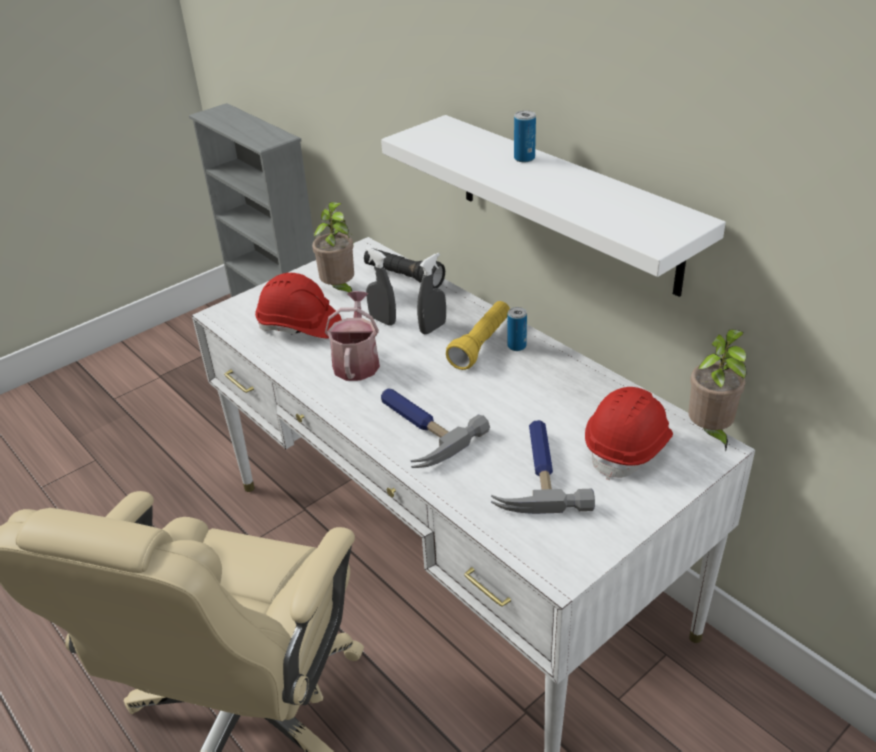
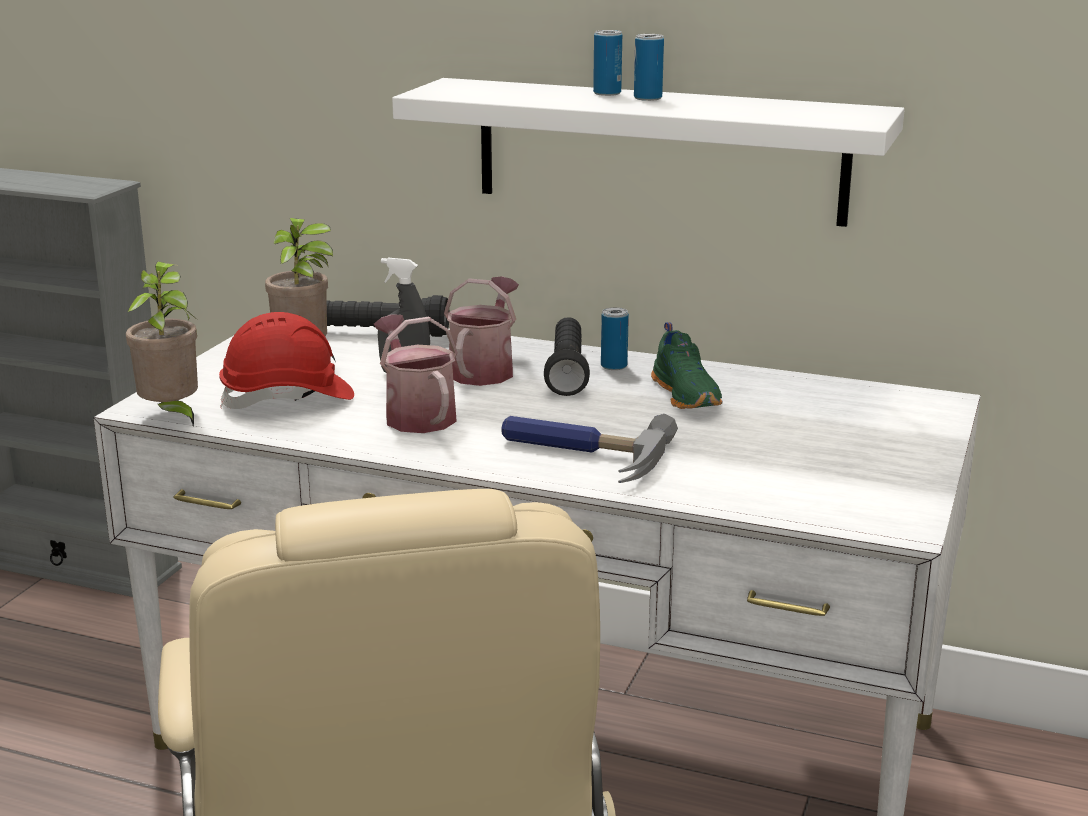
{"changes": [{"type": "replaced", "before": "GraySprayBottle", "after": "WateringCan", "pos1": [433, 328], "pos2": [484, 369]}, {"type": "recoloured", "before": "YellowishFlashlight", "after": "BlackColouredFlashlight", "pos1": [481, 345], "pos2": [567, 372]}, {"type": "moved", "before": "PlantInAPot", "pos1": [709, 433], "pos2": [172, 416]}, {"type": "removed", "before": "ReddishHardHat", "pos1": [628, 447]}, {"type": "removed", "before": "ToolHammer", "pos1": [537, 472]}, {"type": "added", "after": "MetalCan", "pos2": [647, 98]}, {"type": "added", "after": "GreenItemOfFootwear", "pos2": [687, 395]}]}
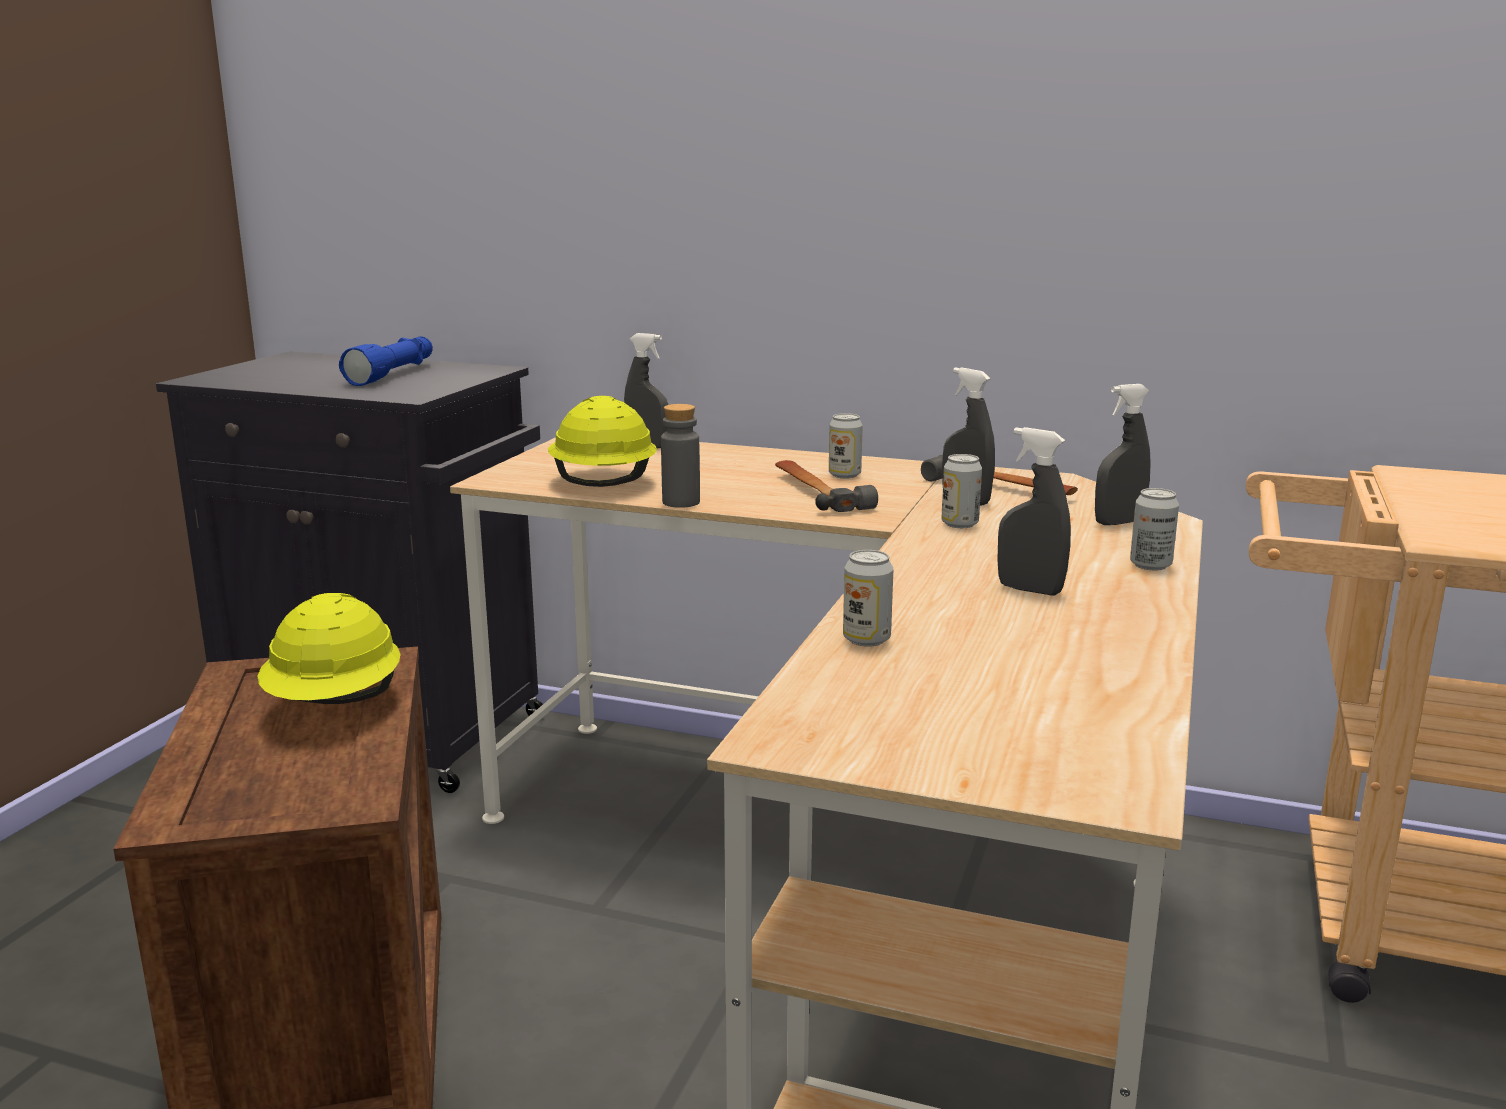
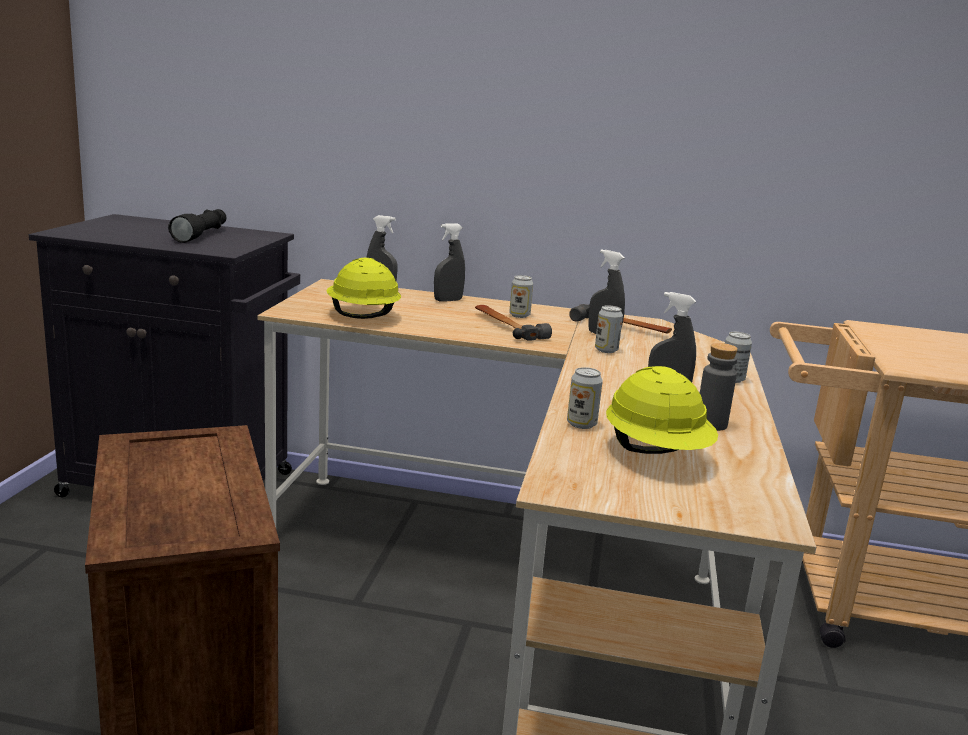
{"changes": [{"type": "recoloured", "before": "BluishFlashlight", "after": "BlackColouredFlashlight", "pos1": [393, 374], "pos2": [202, 235]}, {"type": "moved", "before": "GraySprayBottle", "pos1": [1118, 522], "pos2": [448, 300]}, {"type": "moved", "before": "GrayDrinkBottle", "pos1": [681, 502], "pos2": [711, 424]}, {"type": "moved", "before": "YellowishHardHat", "pos1": [336, 704], "pos2": [657, 454]}]}
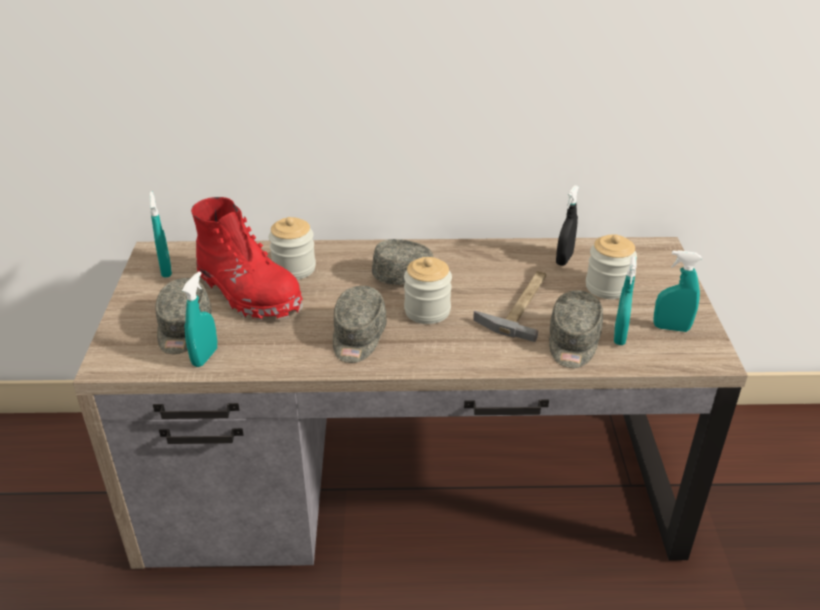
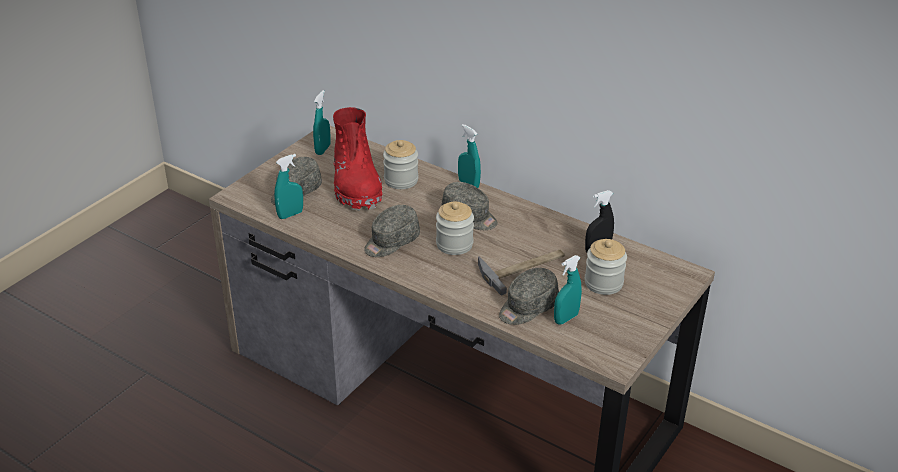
{"changes": [{"type": "moved", "before": "BlueGreenSprayBottle", "pos1": [671, 328], "pos2": [468, 184]}]}
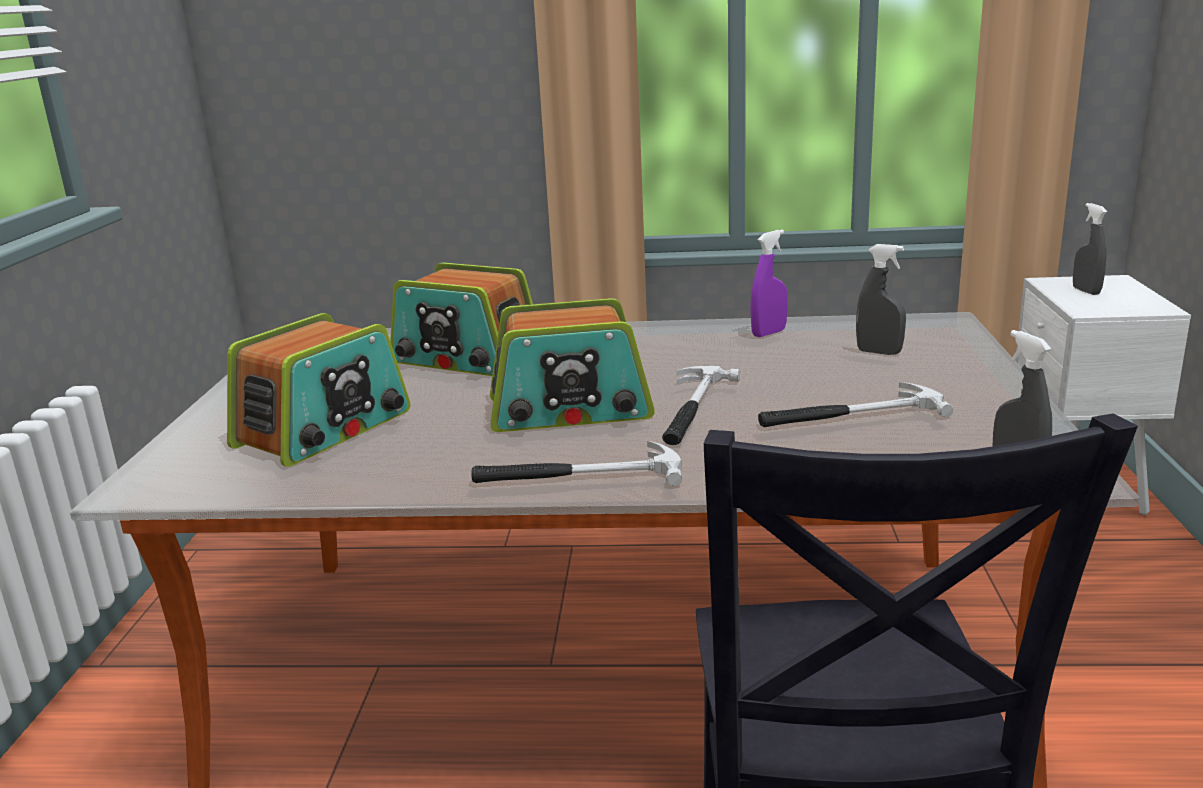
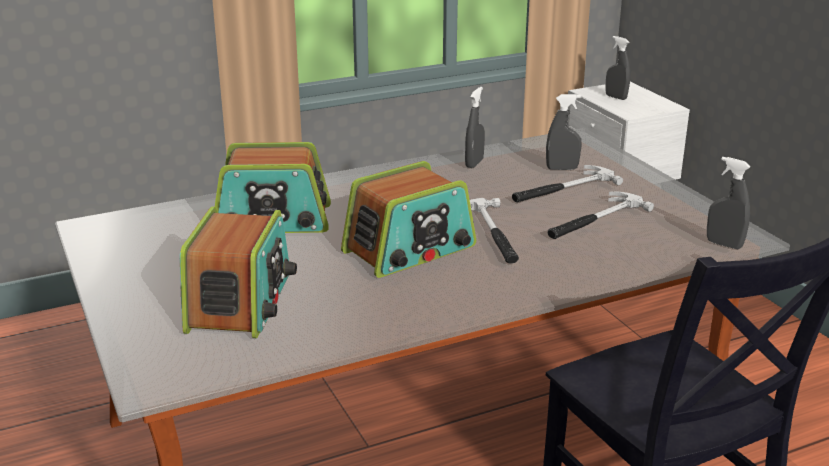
{"changes": [{"type": "recoloured", "before": "PurpleSprayBottle", "after": "GraySprayBottle", "pos1": [769, 333], "pos2": [474, 163]}, {"type": "moved", "before": "ToolHammer", "pos1": [577, 476], "pos2": [563, 189]}]}
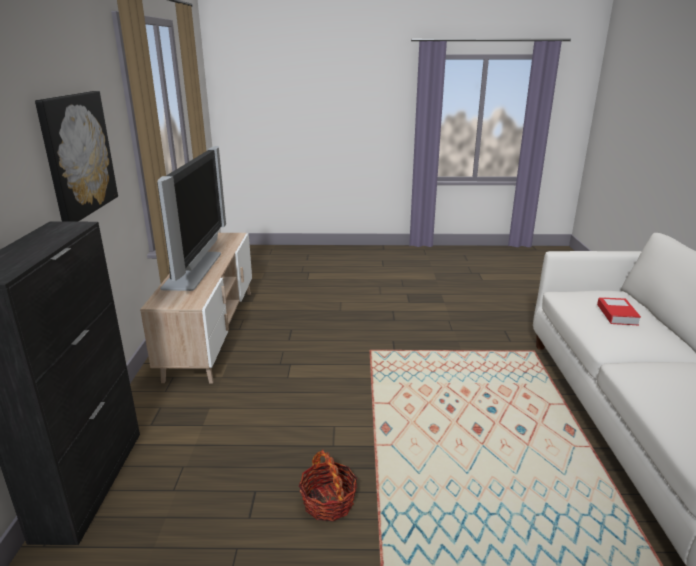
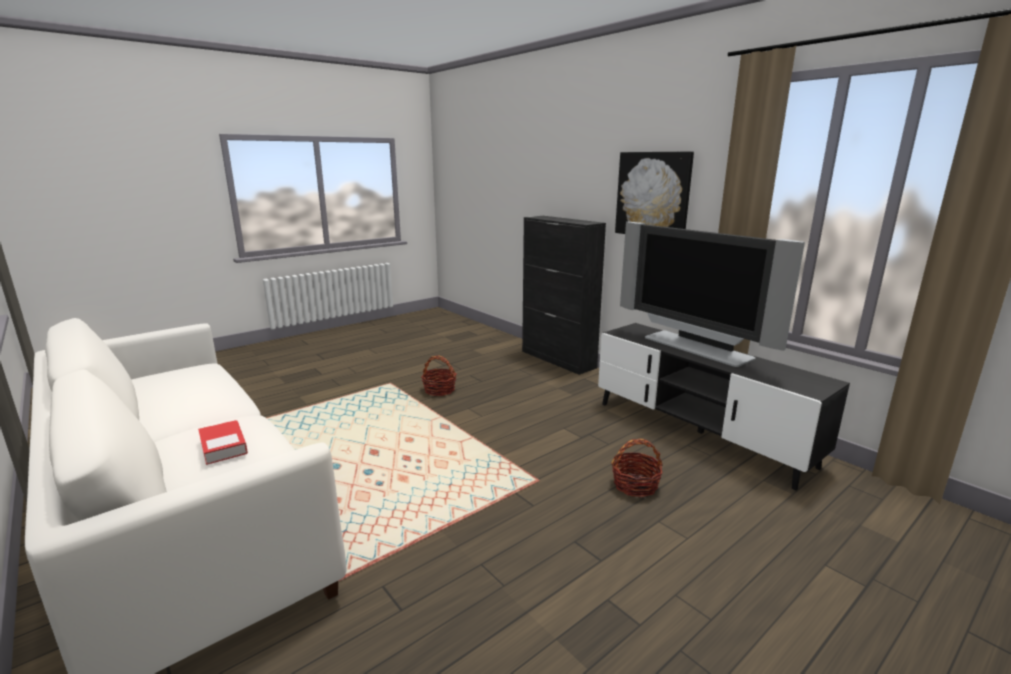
{"changes": [{"type": "recoloured", "before": "SandColouredTvStand", "after": "BlackColouredTvStand", "pos1": [212, 331], "pos2": [699, 433]}, {"type": "added", "after": "Basket", "pos2": [635, 485]}]}
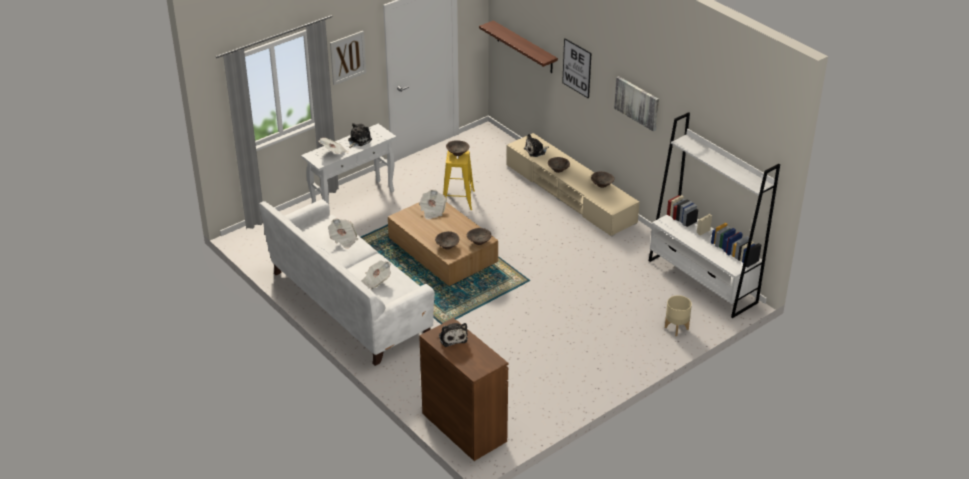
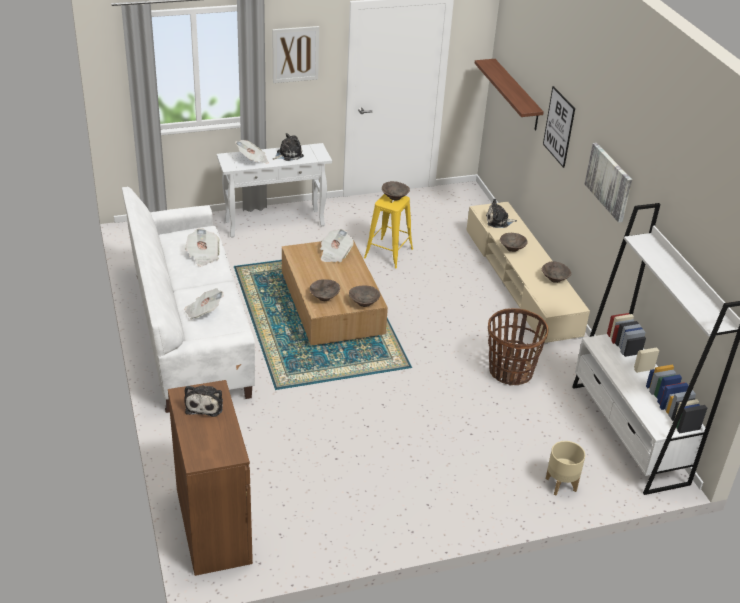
{"changes": [{"type": "added", "after": "Basket", "pos2": [510, 371]}]}
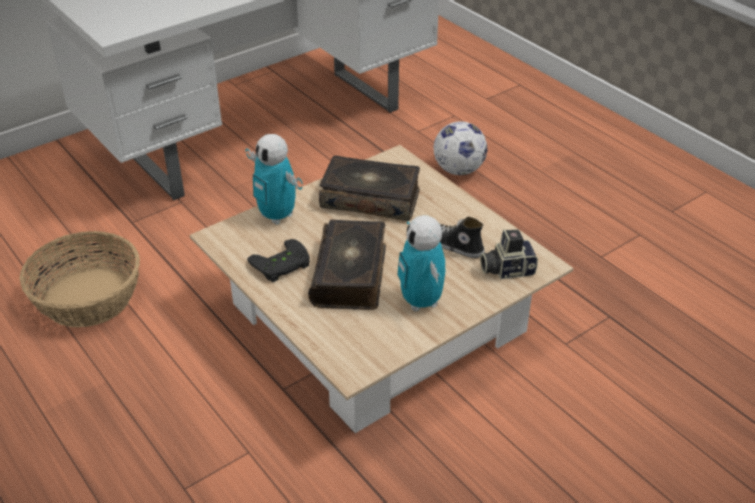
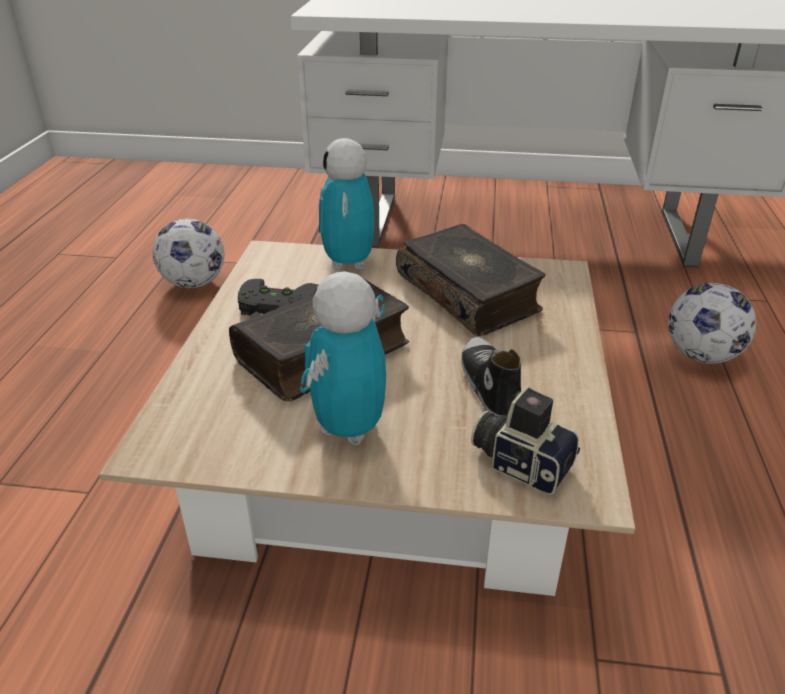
{"changes": [{"type": "replaced", "before": "Basket", "after": "BallForFootball", "pos1": [89, 298], "pos2": [194, 283]}]}
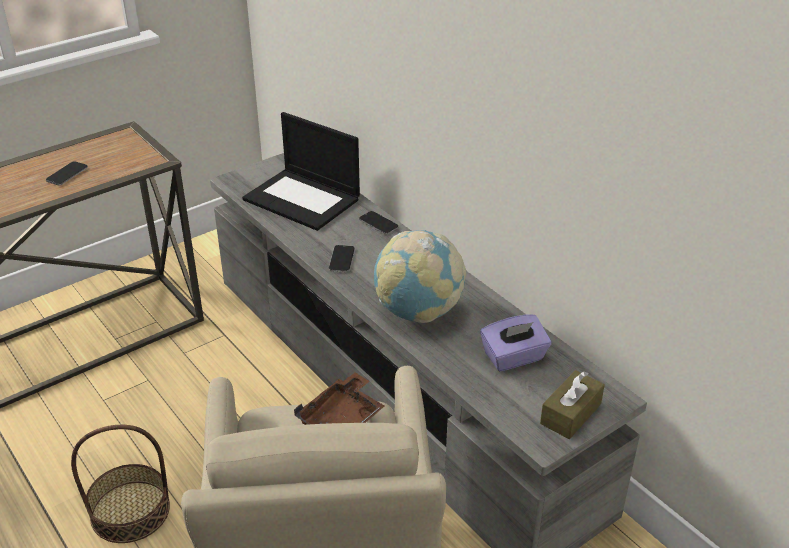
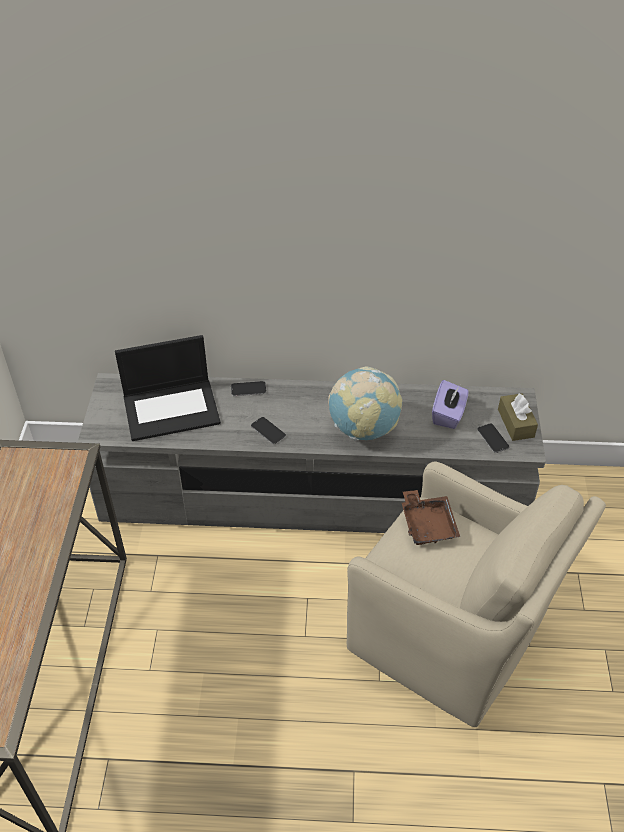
{"changes": [{"type": "moved", "before": "Handset", "pos1": [67, 174], "pos2": [493, 439]}, {"type": "removed", "before": "Basket", "pos1": [130, 511]}]}
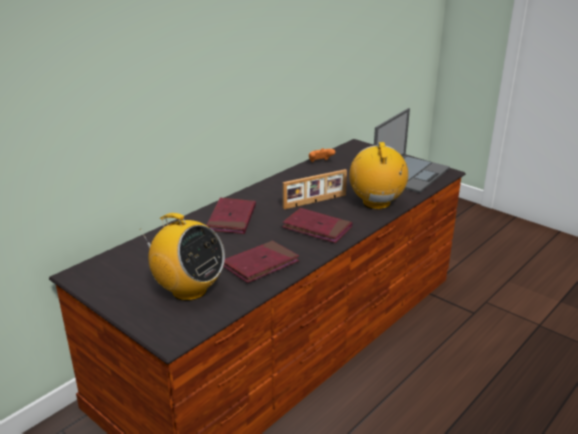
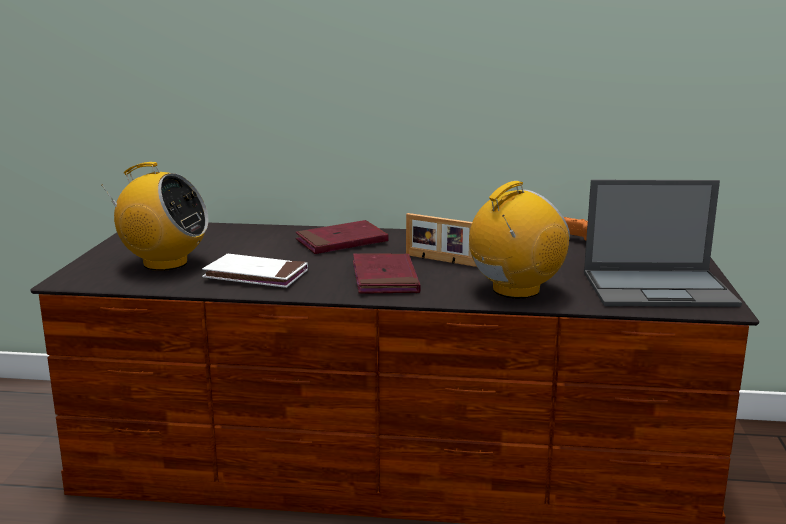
{"changes": [{"type": "turned", "before": "RadioReceiver", "pos1": [188, 290], "pos2": [164, 263], "turn": -75}, {"type": "recoloured", "before": "ReddishBoundBook", "after": "WhitishBoundBook", "pos1": [260, 264], "pos2": [256, 275]}]}
